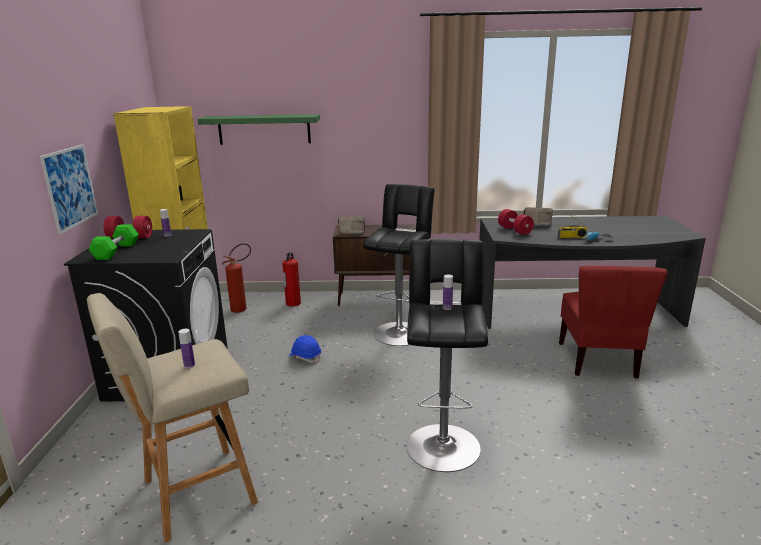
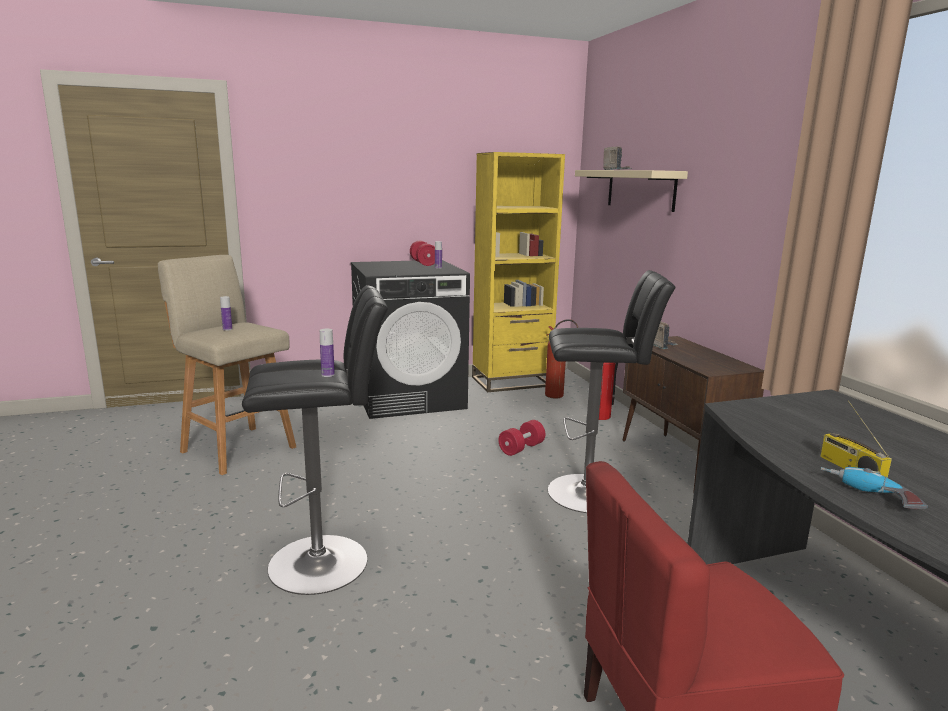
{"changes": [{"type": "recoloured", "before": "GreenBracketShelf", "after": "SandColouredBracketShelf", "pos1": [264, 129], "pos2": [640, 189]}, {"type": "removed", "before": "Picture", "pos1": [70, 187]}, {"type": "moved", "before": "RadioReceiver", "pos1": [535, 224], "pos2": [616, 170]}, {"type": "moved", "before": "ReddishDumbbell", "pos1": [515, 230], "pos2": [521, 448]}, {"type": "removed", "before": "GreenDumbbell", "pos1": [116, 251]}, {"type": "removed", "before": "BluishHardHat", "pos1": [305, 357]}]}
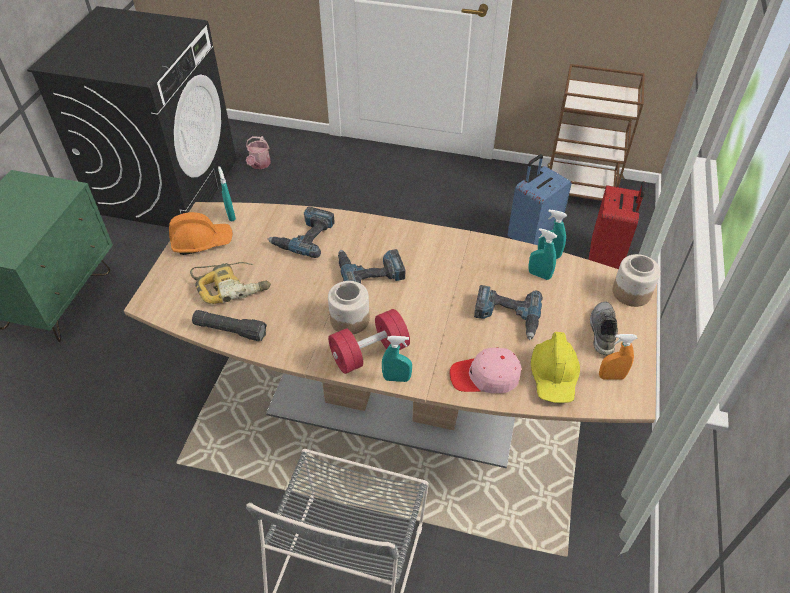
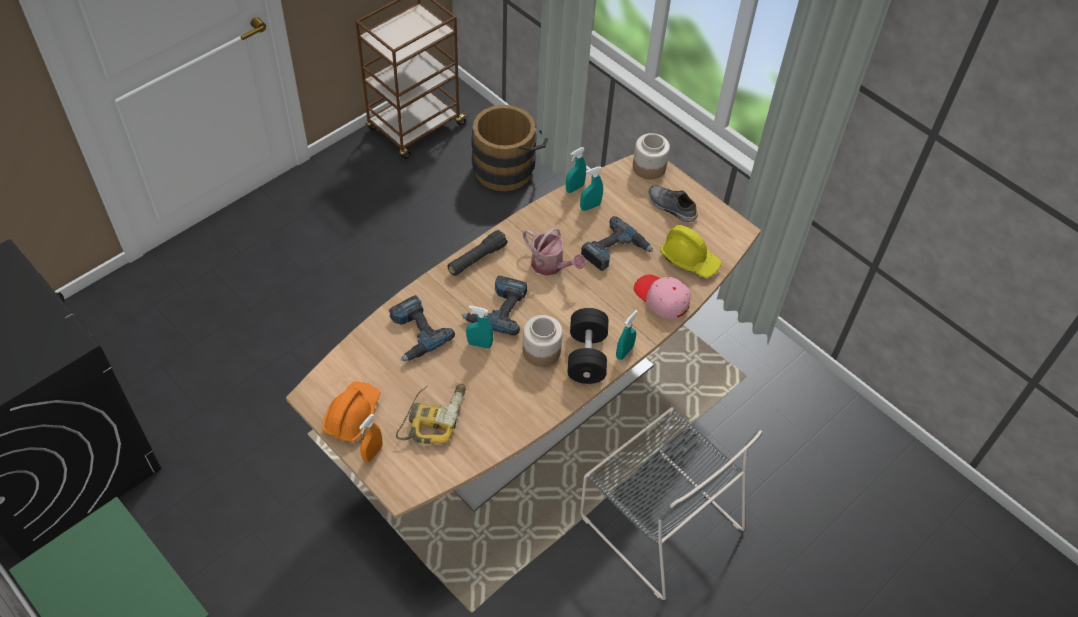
{"changes": [{"type": "moved", "before": "WateringCan", "pos1": [259, 164], "pos2": [551, 265]}, {"type": "removed", "before": "BluishTravelCase", "pos1": [531, 239]}, {"type": "moved", "before": "BlueGreenSprayBottle", "pos1": [230, 215], "pos2": [479, 344]}, {"type": "replaced", "before": "ReddishTravelCase", "after": "BrownBucket", "pos1": [605, 260], "pos2": [508, 167]}, {"type": "recoloured", "before": "ReddishDumbbell", "after": "BlackColouredDumbbell", "pos1": [369, 353], "pos2": [586, 356]}, {"type": "moved", "before": "BlackColouredFlashlight", "pos1": [230, 330], "pos2": [477, 259]}, {"type": "moved", "before": "OrangeColouredSprayBottle", "pos1": [611, 376], "pos2": [372, 453]}, {"type": "turned", "before": "PinkishPeakedCap", "pos1": [485, 376], "pos2": [661, 298], "turn": 105}]}
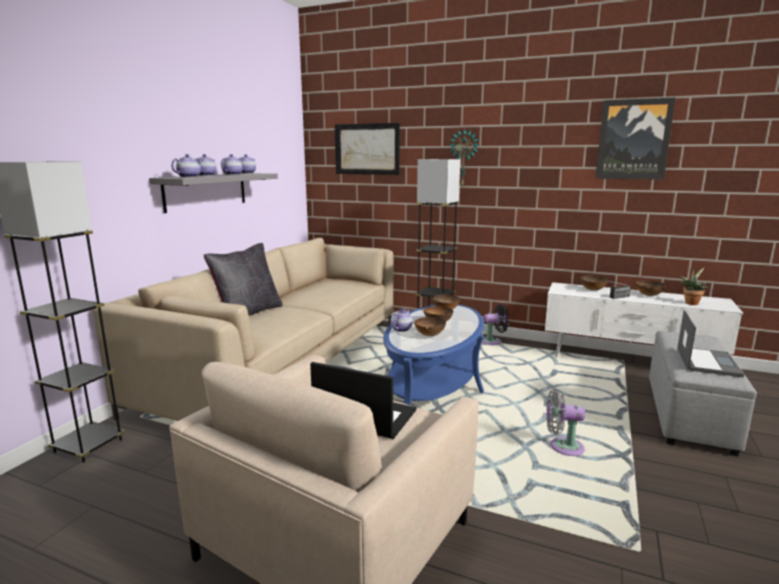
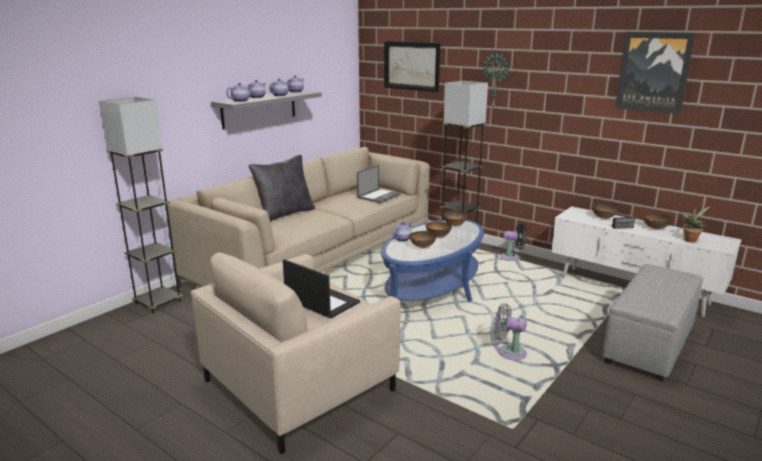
{"changes": [{"type": "moved", "before": "PortableComputer", "pos1": [707, 361], "pos2": [379, 196]}]}
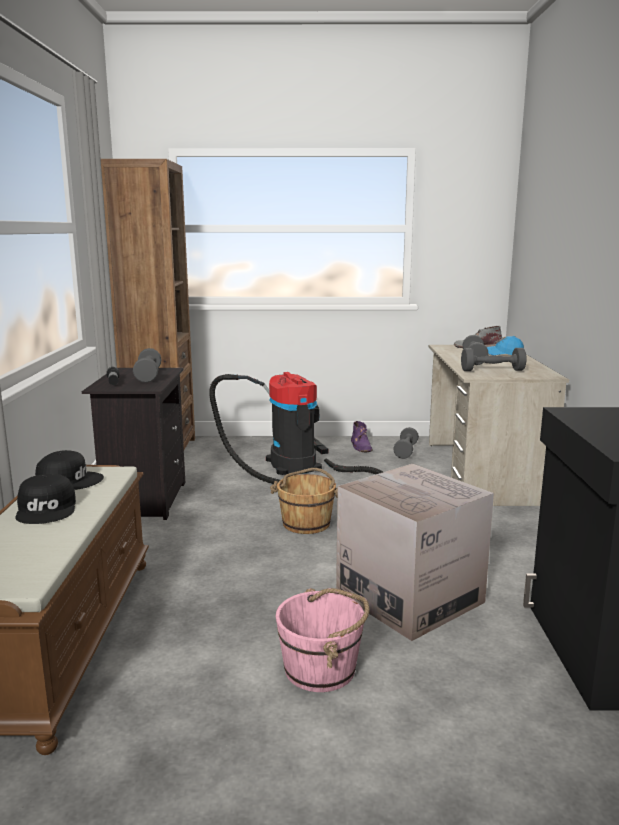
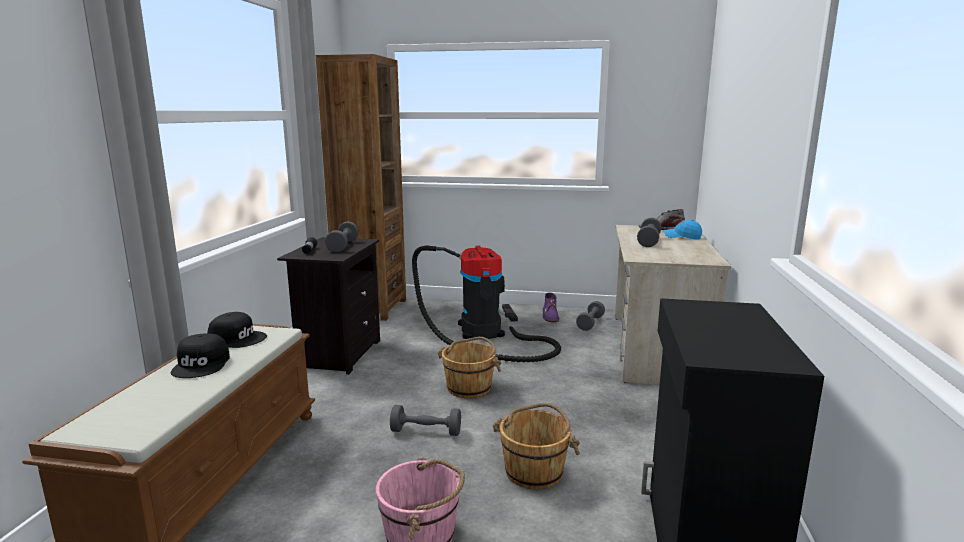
{"changes": [{"type": "moved", "before": "GrayDumbbell", "pos1": [492, 370], "pos2": [426, 432]}, {"type": "replaced", "before": "PackingBox", "after": "BrownBucket", "pos1": [409, 597], "pos2": [534, 471]}]}
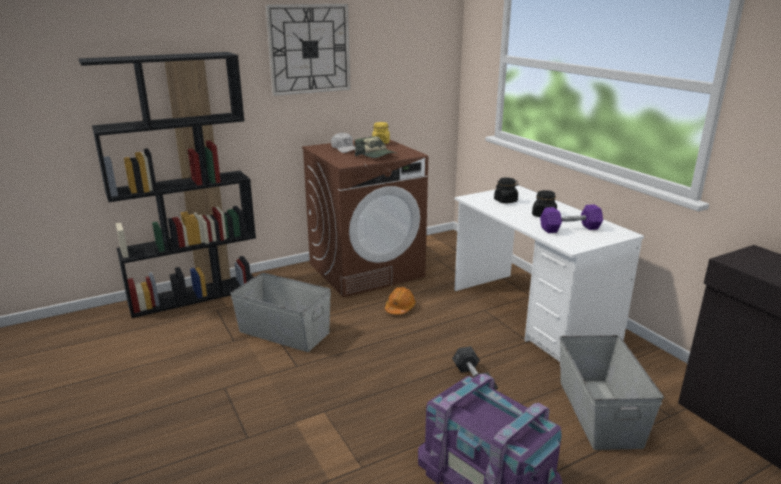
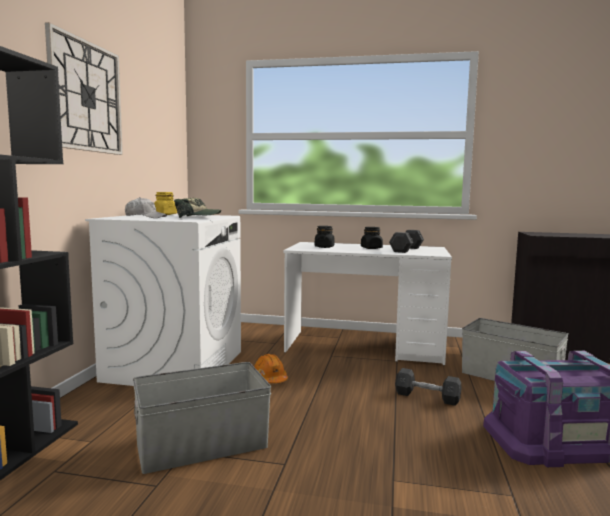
{"changes": [{"type": "recoloured", "before": "BrownLaundryAppliance", "after": "WhitishLaundryAppliance", "pos1": [366, 270], "pos2": [175, 365]}, {"type": "recoloured", "before": "PurpleDumbbell", "after": "GrayDumbbell", "pos1": [570, 228], "pos2": [406, 250]}]}
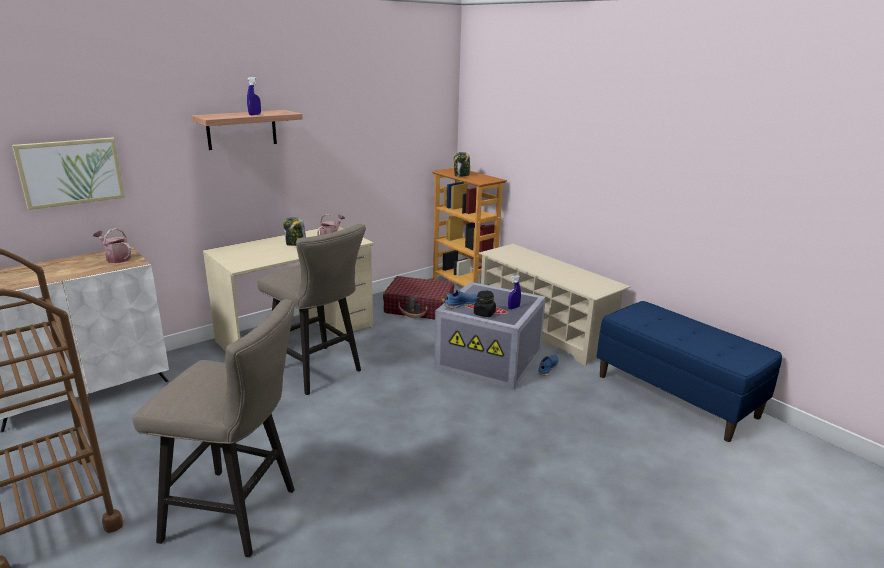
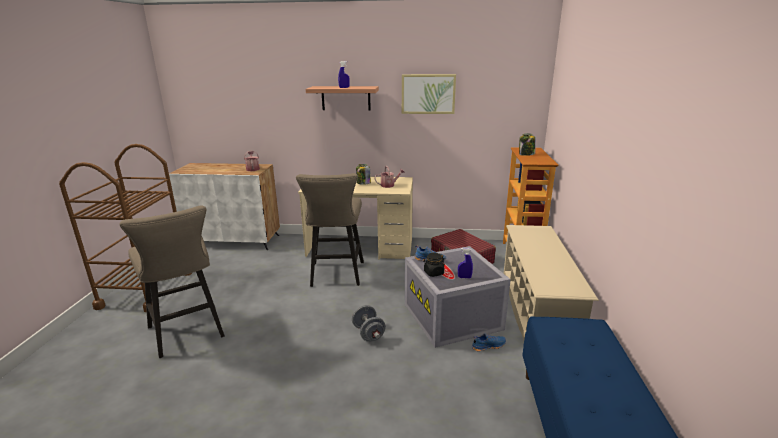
{"changes": [{"type": "moved", "before": "Picture", "pos1": [71, 172], "pos2": [428, 94]}, {"type": "added", "after": "GrayDumbbell", "pos2": [368, 333]}]}
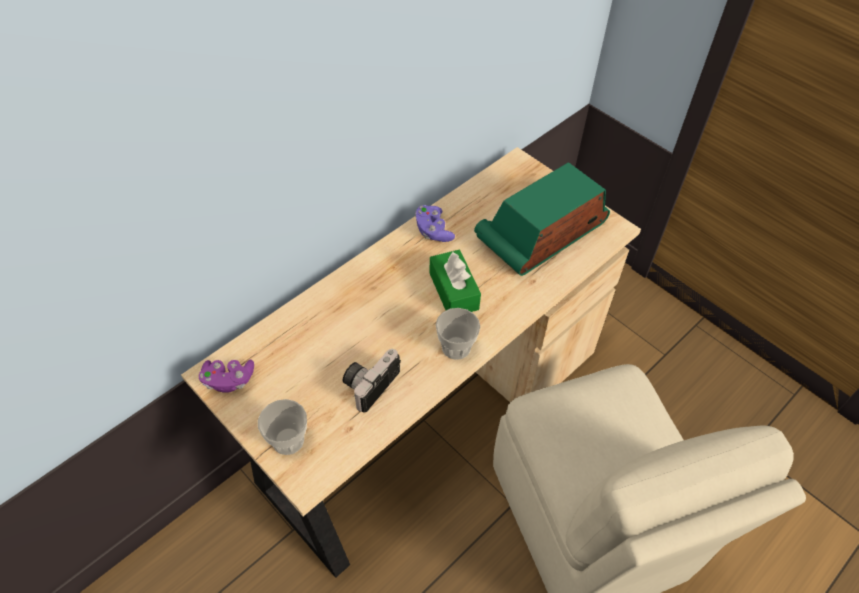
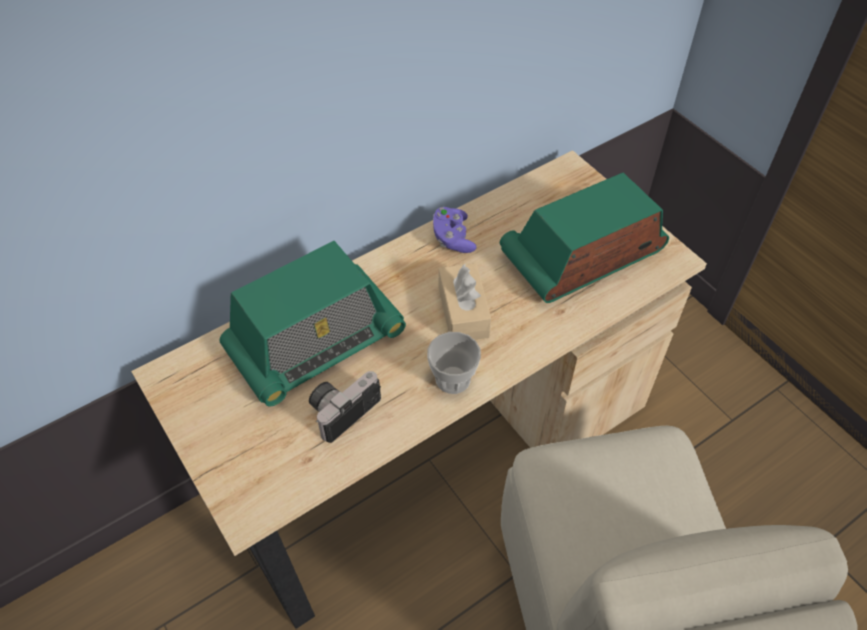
{"changes": [{"type": "recoloured", "before": "GreenTissueHolder", "after": "SandColouredTissueHolder", "pos1": [453, 291], "pos2": [463, 312]}, {"type": "removed", "before": "PurpleJoypad", "pos1": [228, 380]}, {"type": "removed", "before": "SmallCup", "pos1": [288, 440]}, {"type": "added", "after": "RadioReceiver", "pos2": [315, 343]}]}
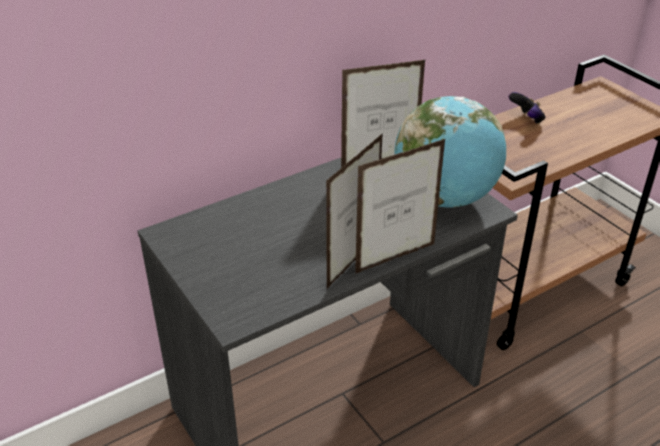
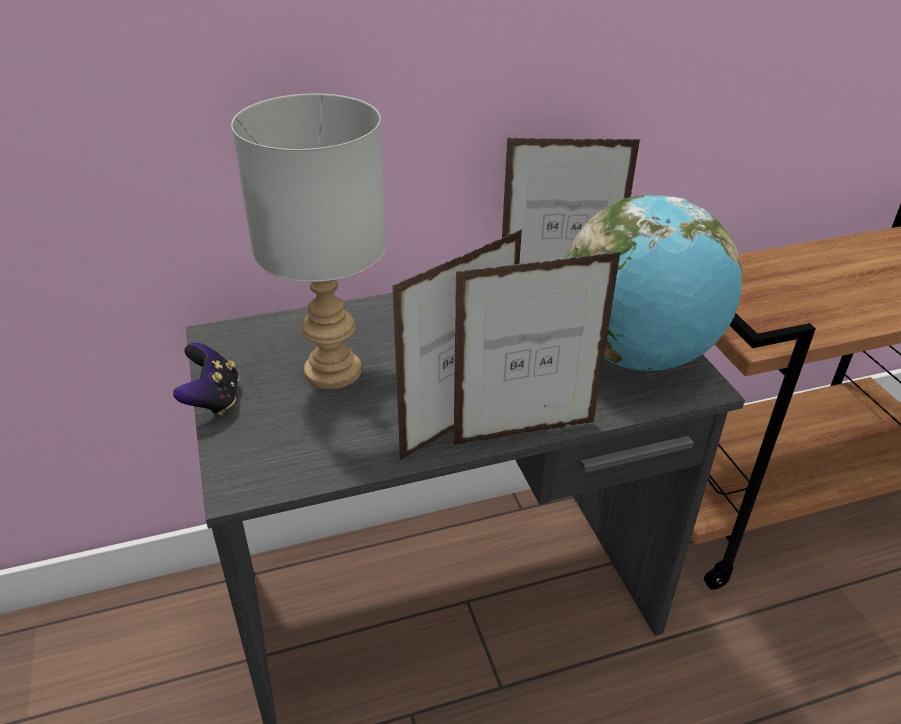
{"changes": [{"type": "moved", "before": "Joypad", "pos1": [526, 119], "pos2": [213, 400]}, {"type": "added", "after": "GrayTabletopLamp", "pos2": [335, 372]}]}
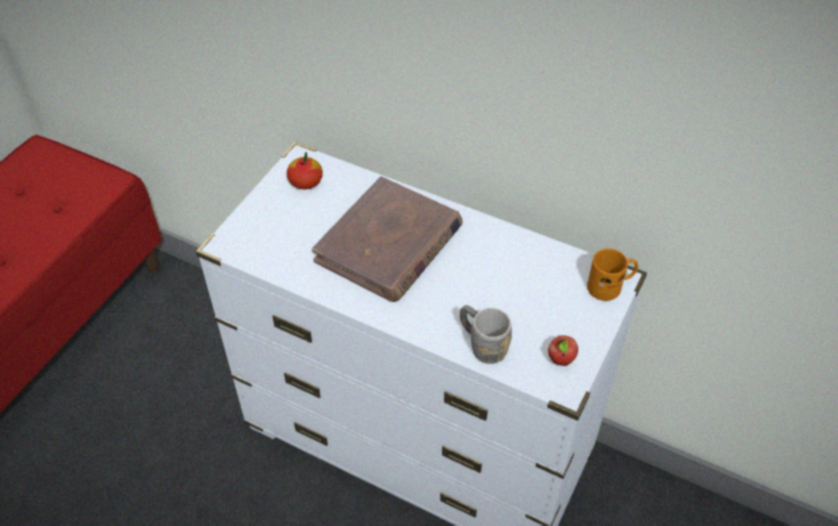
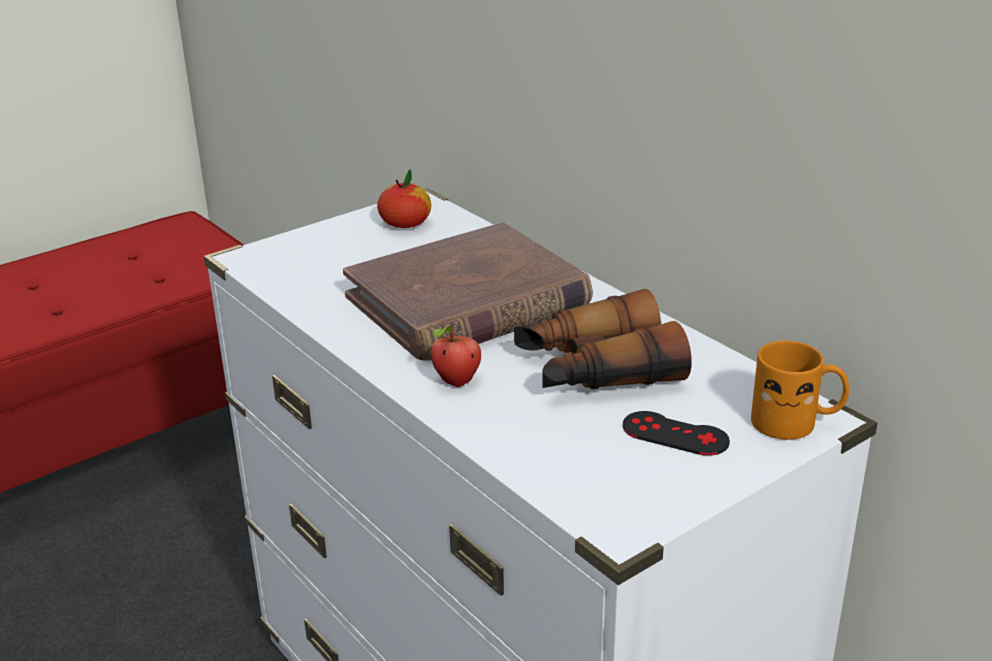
{"changes": [{"type": "removed", "before": "GrayMug", "pos1": [482, 345]}, {"type": "moved", "before": "Apple", "pos1": [561, 361], "pos2": [456, 383]}, {"type": "added", "after": "PairOfBinoculars", "pos2": [596, 370]}, {"type": "added", "after": "BlackColouredJoypad", "pos2": [675, 434]}]}
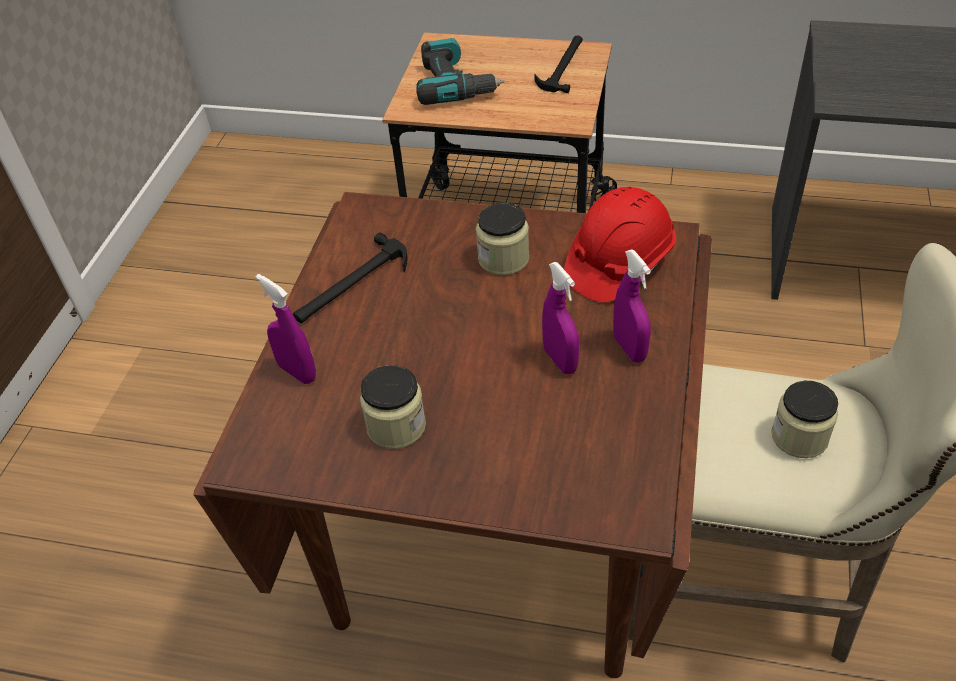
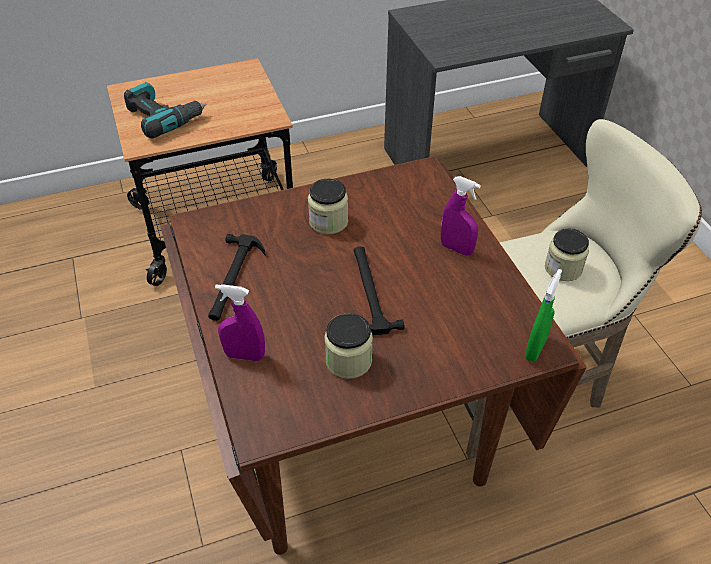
{"changes": [{"type": "moved", "before": "ToolHammer", "pos1": [563, 66], "pos2": [368, 291]}, {"type": "removed", "before": "ReddishHardHat", "pos1": [618, 264]}, {"type": "removed", "before": "PurpleSprayBottle", "pos1": [560, 360]}, {"type": "added", "after": "GreenSprayBottle", "pos2": [535, 349]}]}
